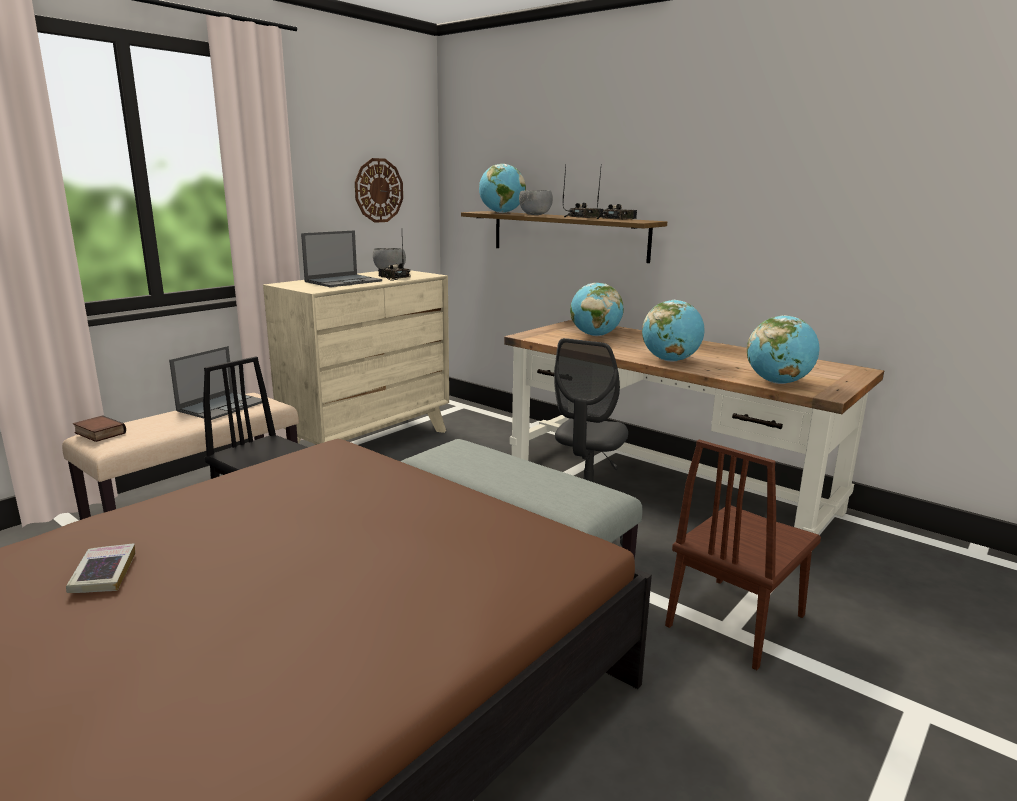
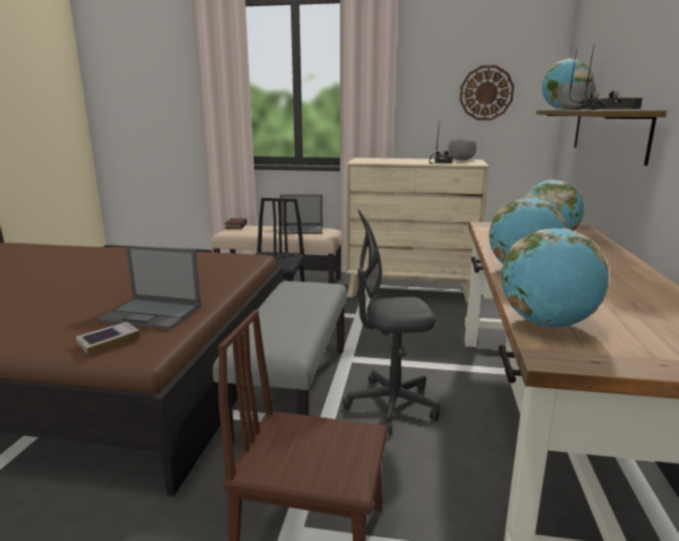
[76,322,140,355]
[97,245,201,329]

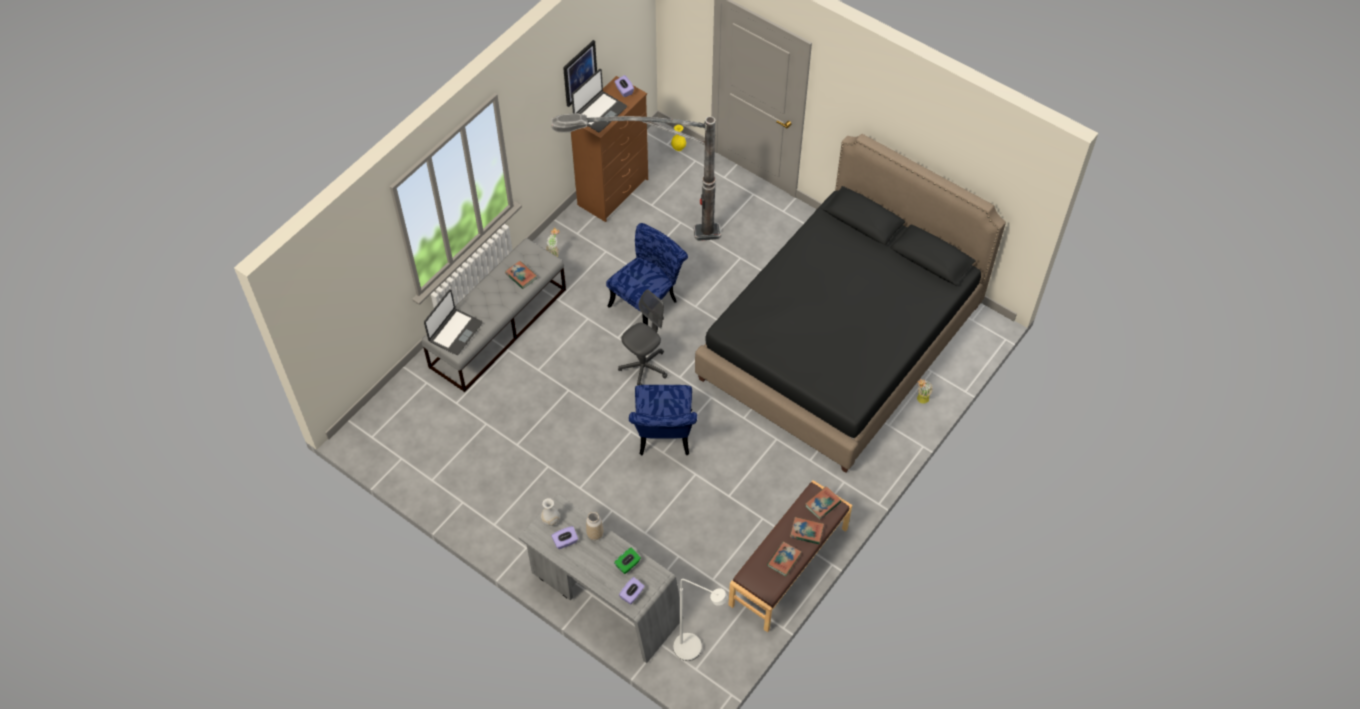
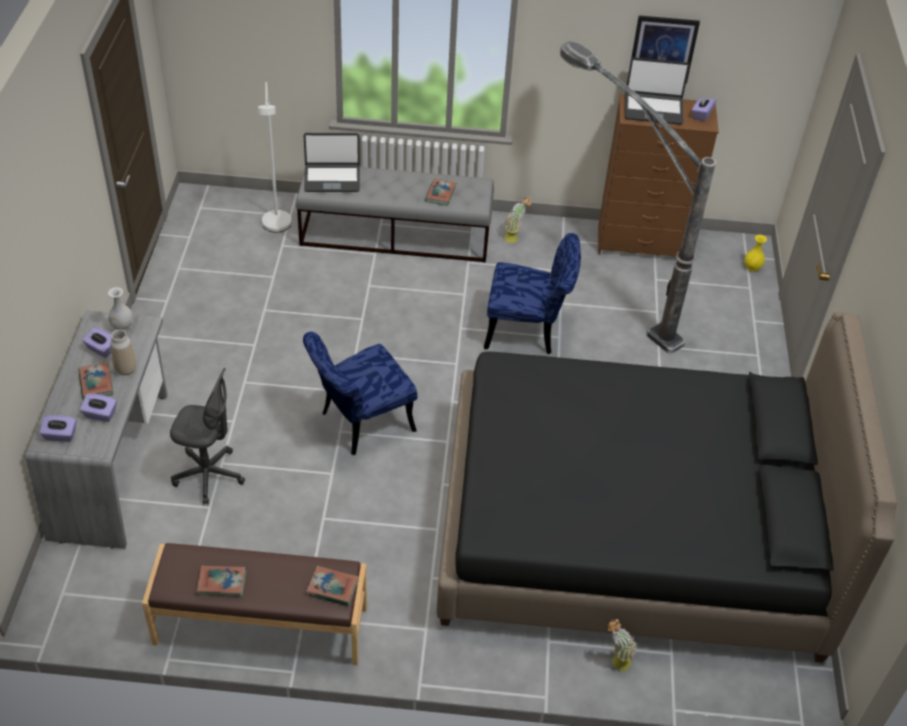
[78,362,113,400]
[80,393,117,422]
[170,368,245,505]
[258,82,292,233]

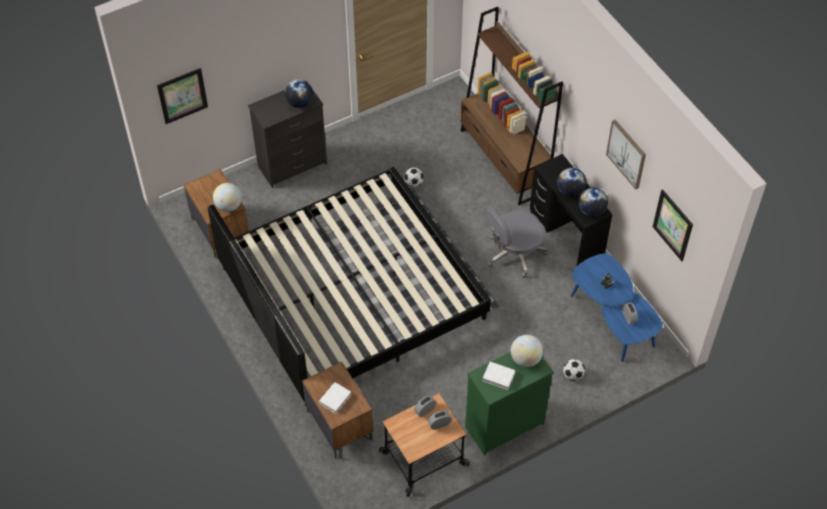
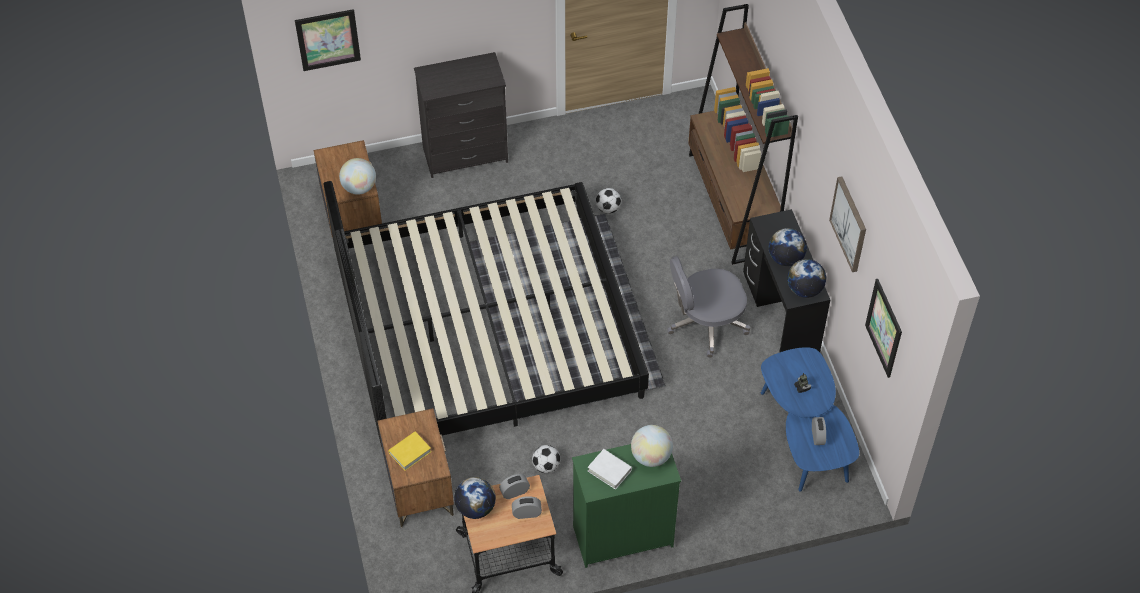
[388,432,431,471]
[454,477,496,519]
[532,445,560,473]

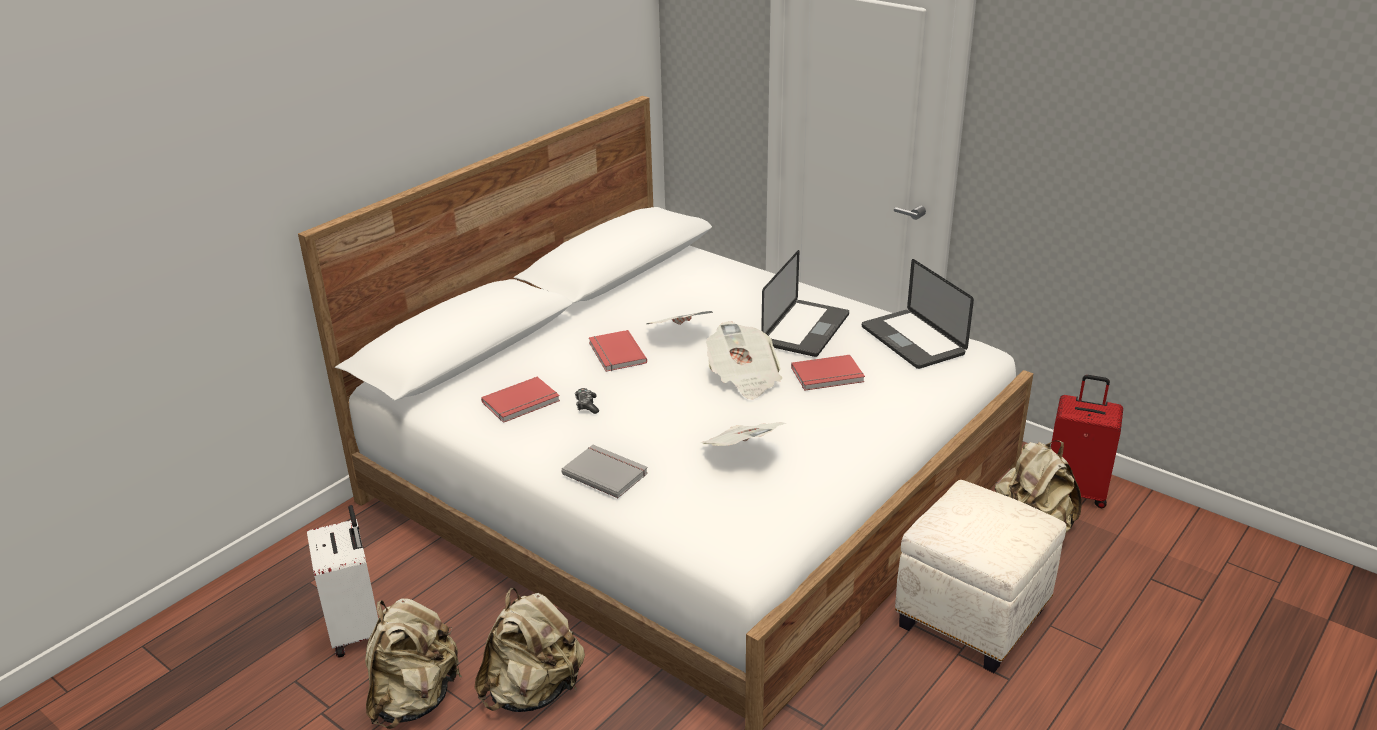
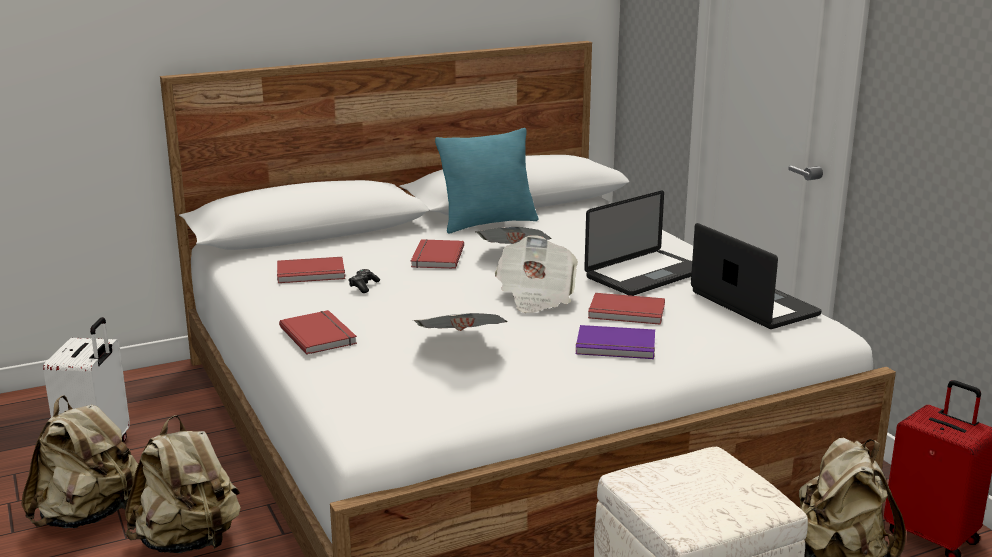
[279,310,357,355]
[435,128,538,234]
[576,325,655,359]
[691,223,822,329]

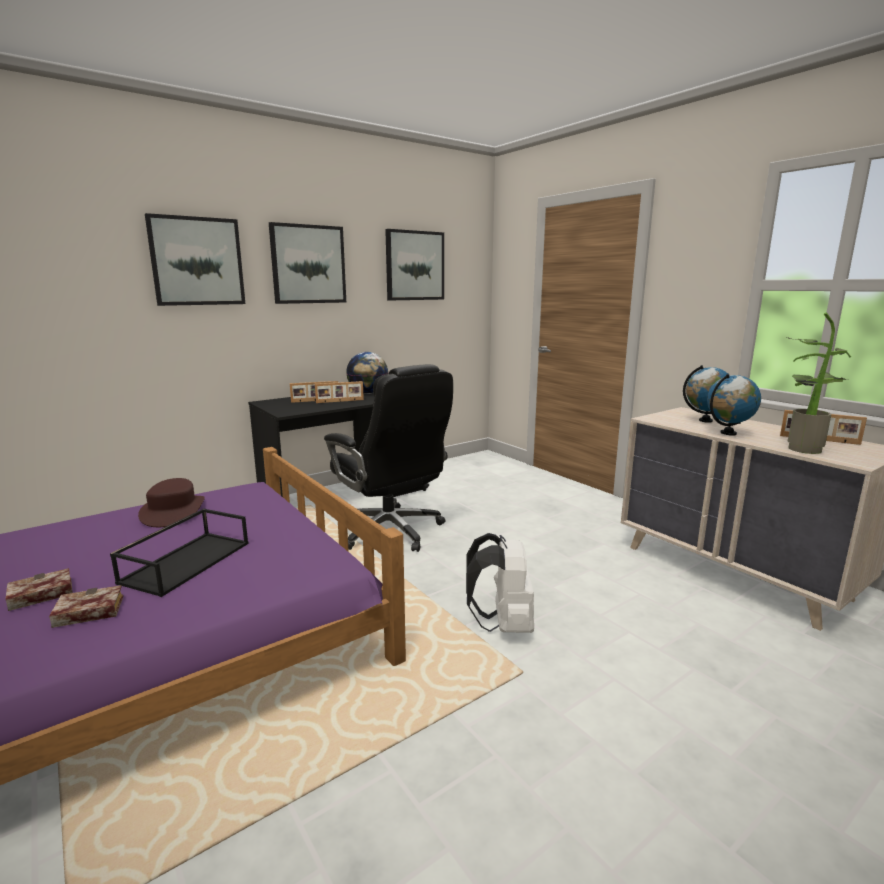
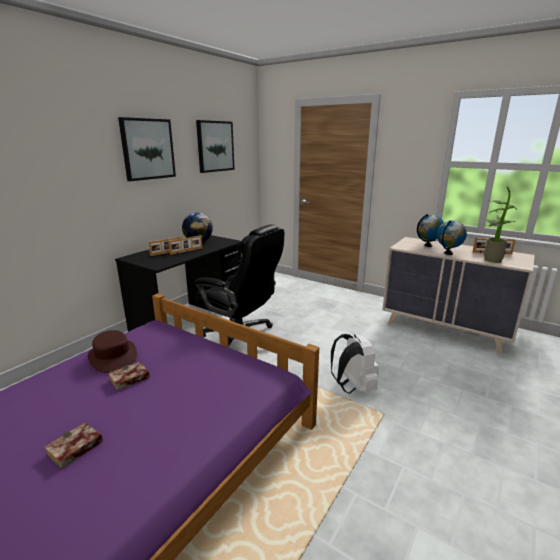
[108,362,150,391]
[110,509,249,597] (first image)
[145,213,245,306] (first image)

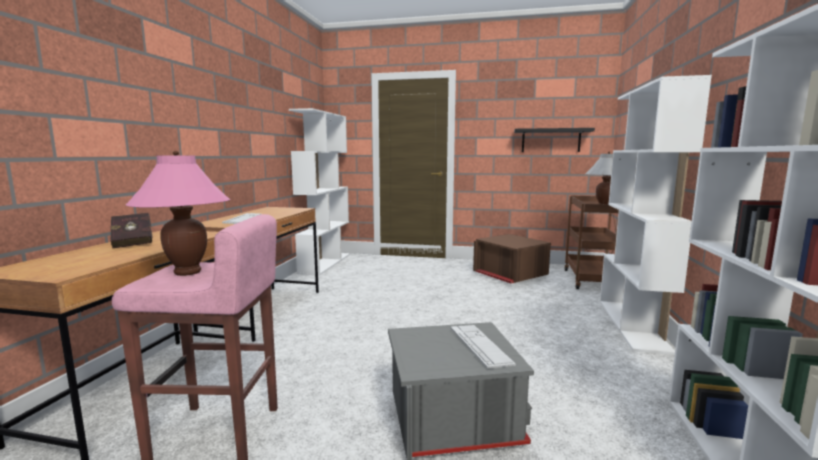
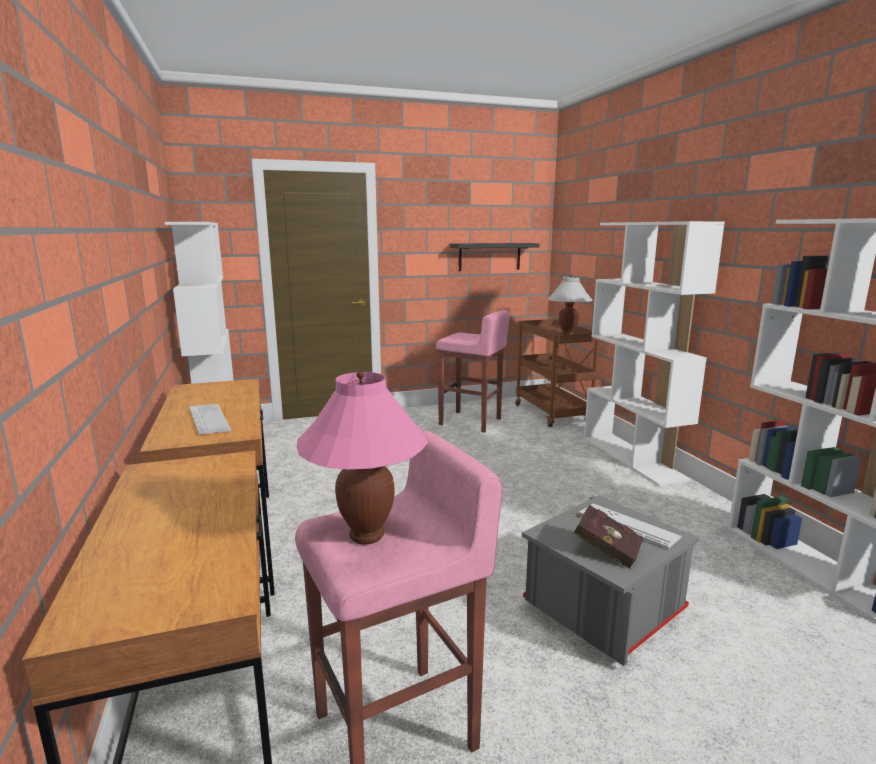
[436,310,510,433]
[573,505,643,569]

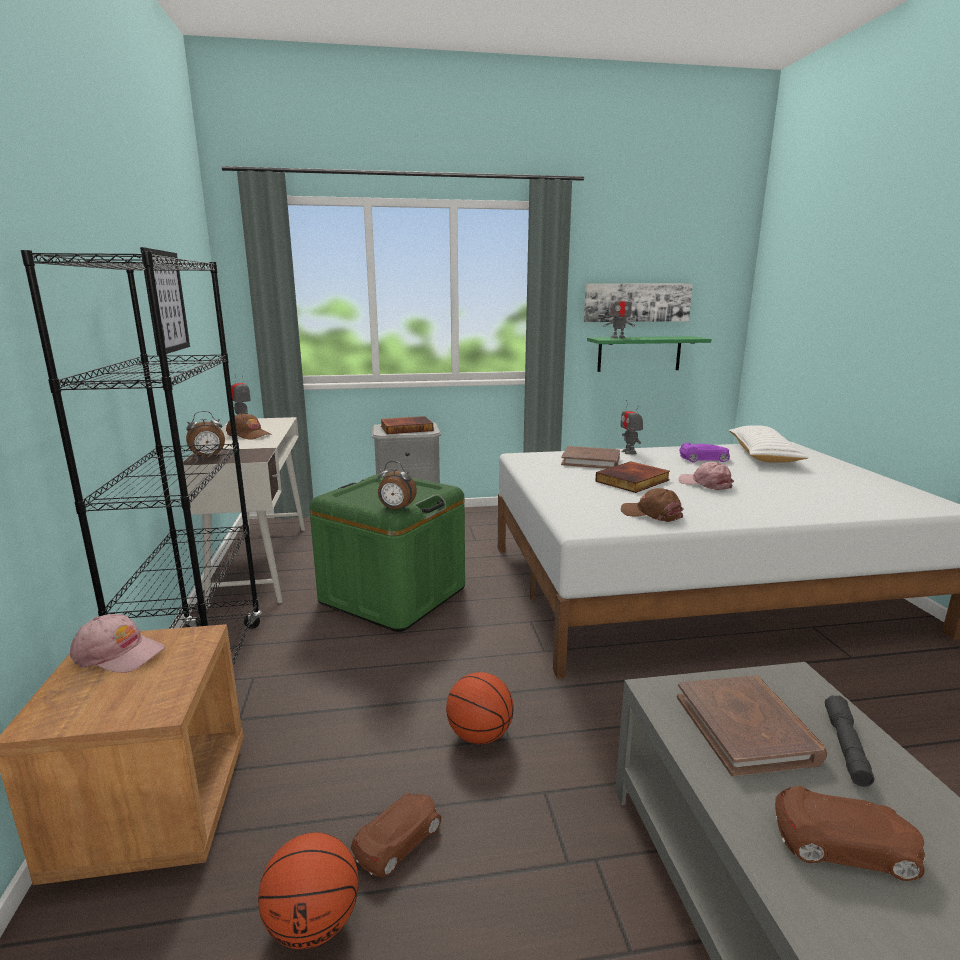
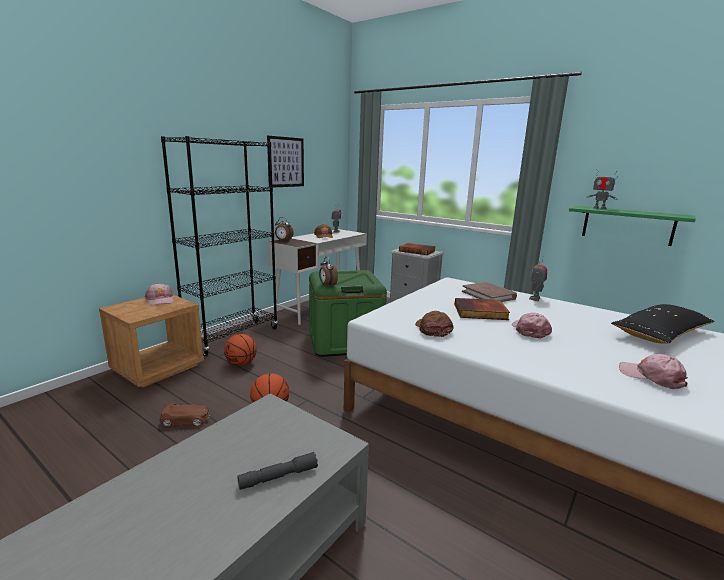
[224,334,257,366]
[611,304,715,344]
[619,354,688,389]
[584,283,693,322] (first image)
[677,675,827,776] (first image)
[679,442,730,462] (first image)
[775,786,925,881] (first image)

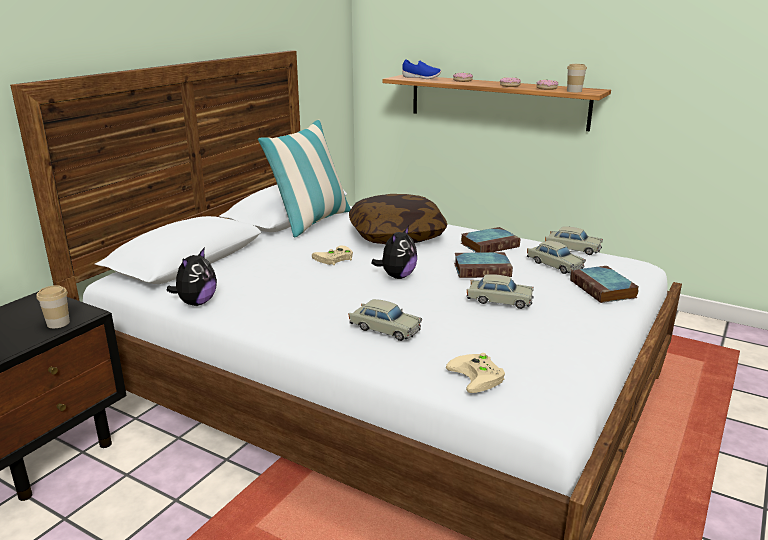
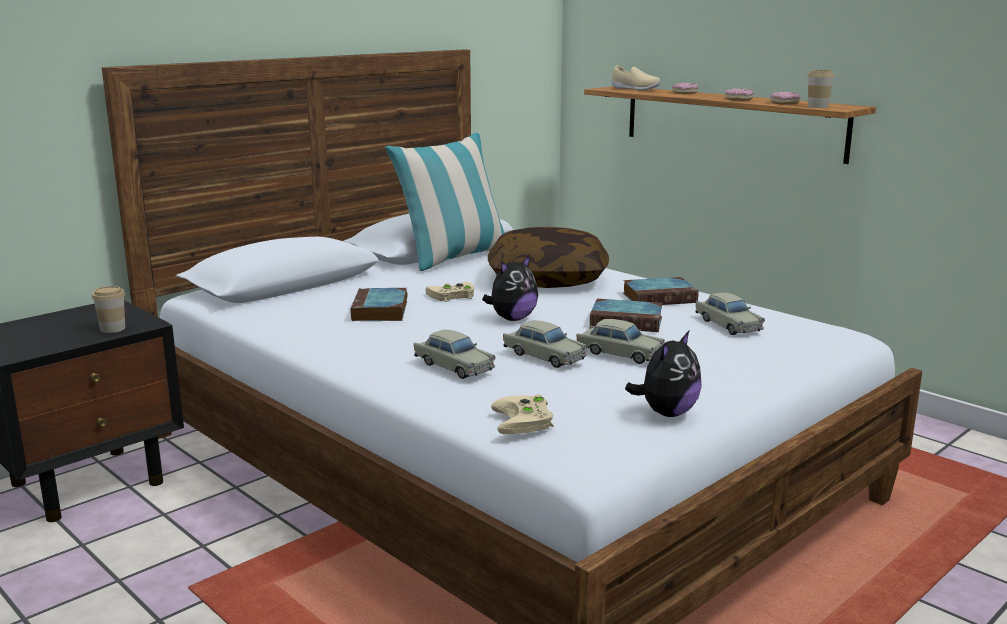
[350,288,408,321]
[503,320,587,368]
[612,65,661,91]
[625,331,702,417]

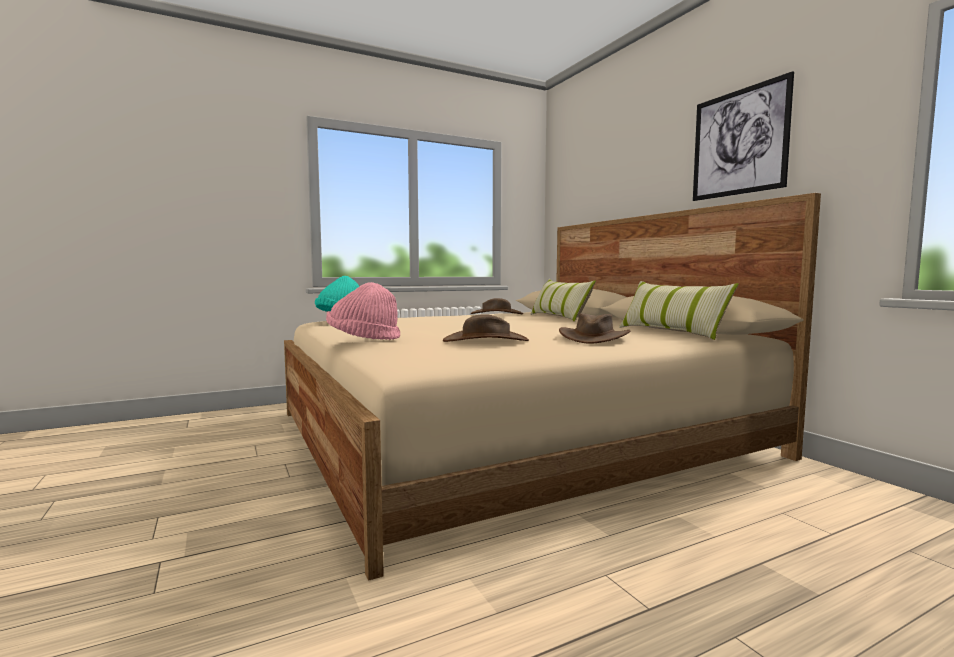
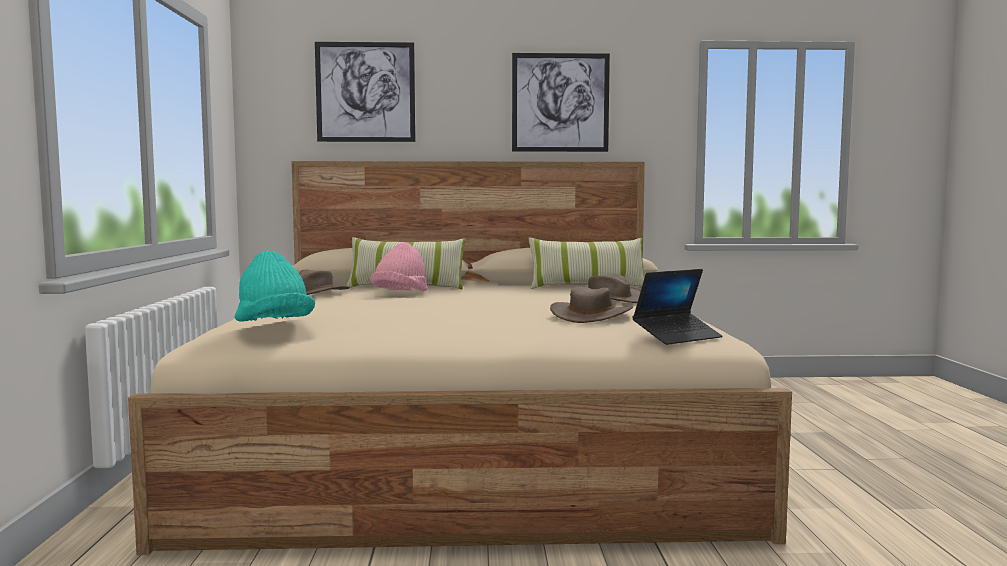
[315,42,415,142]
[370,242,428,291]
[632,269,722,345]

